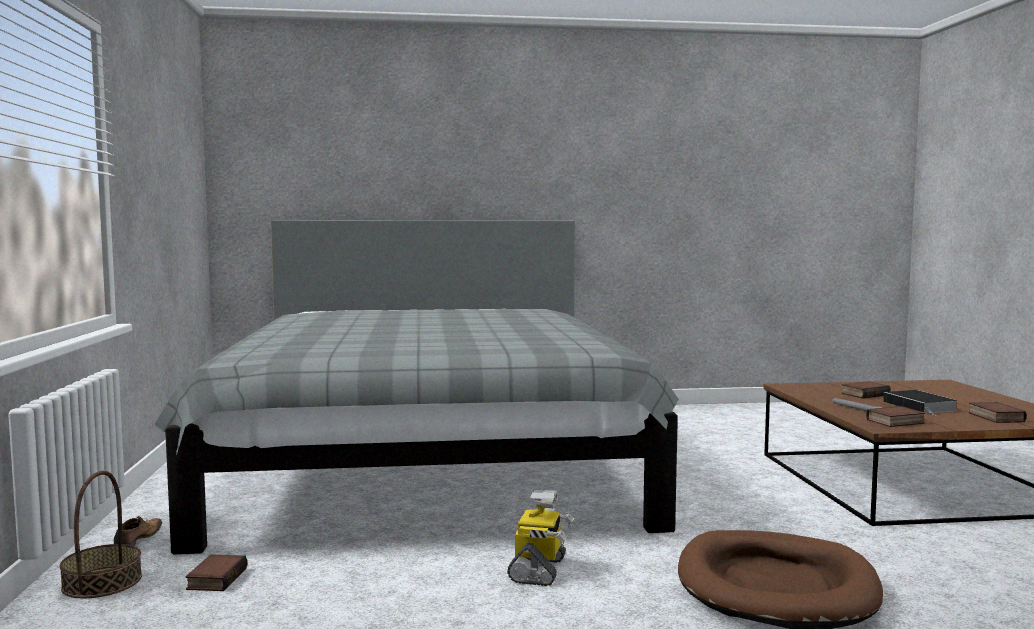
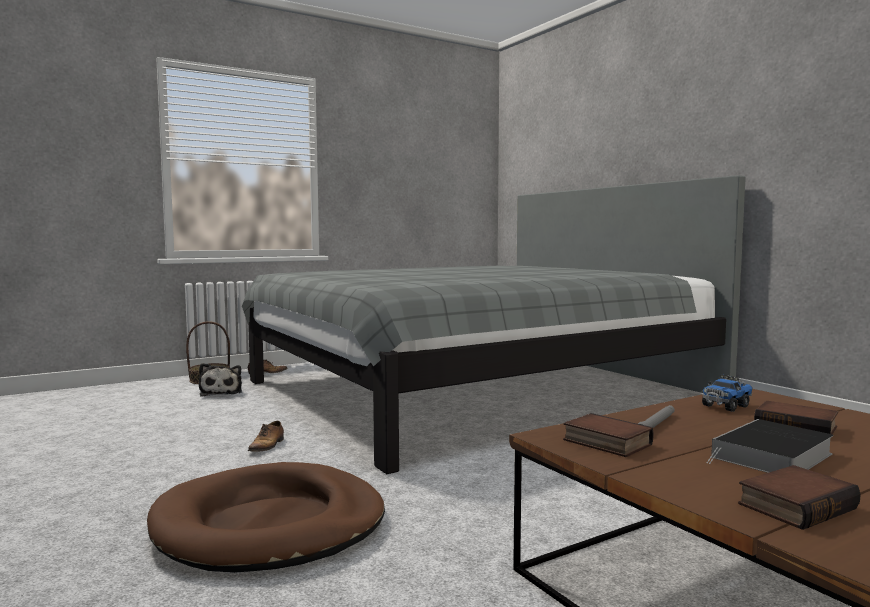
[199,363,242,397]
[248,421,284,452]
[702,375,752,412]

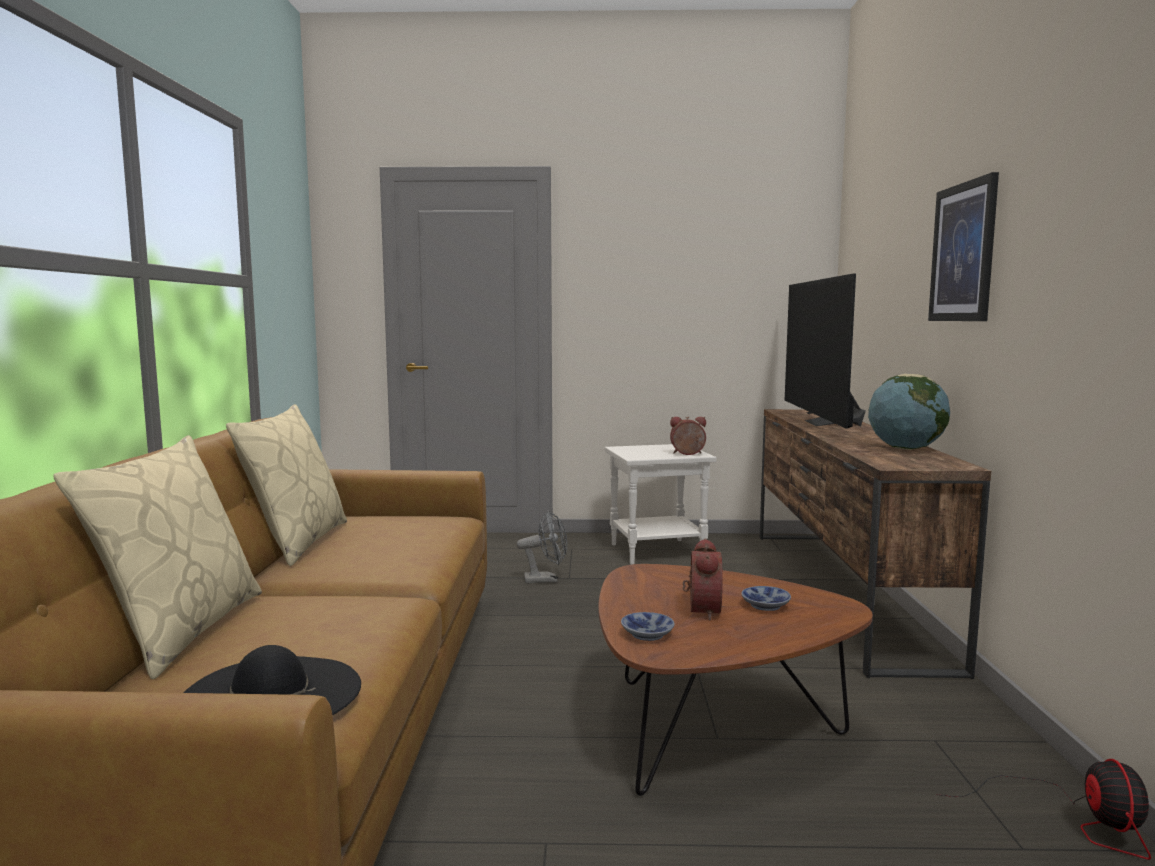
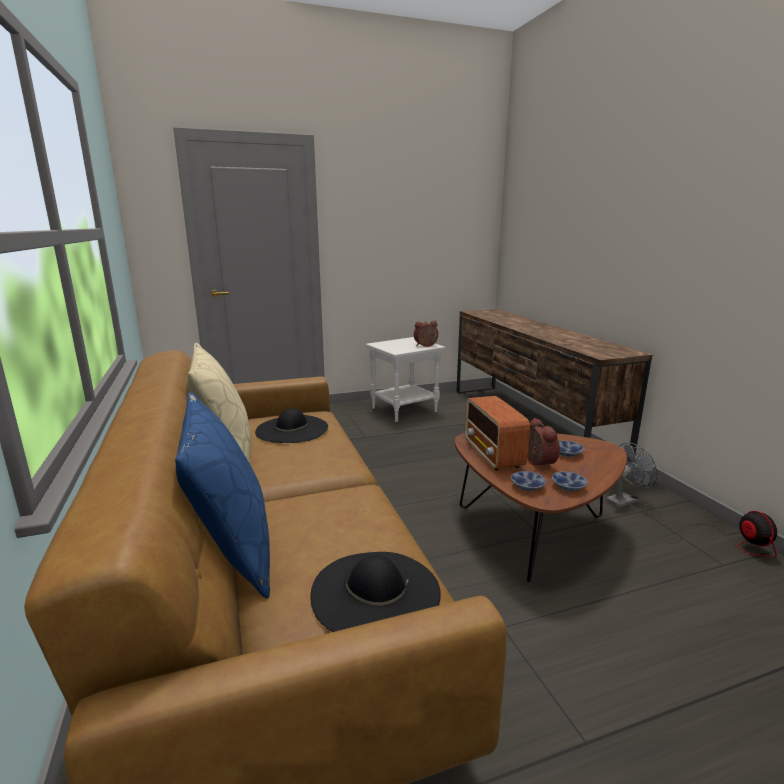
[175,392,270,599]
[255,409,328,443]
[465,396,530,471]
[552,472,587,492]
[606,442,657,508]
[785,273,866,428] (first image)
[868,374,950,450] (first image)
[928,172,999,321] (first image)

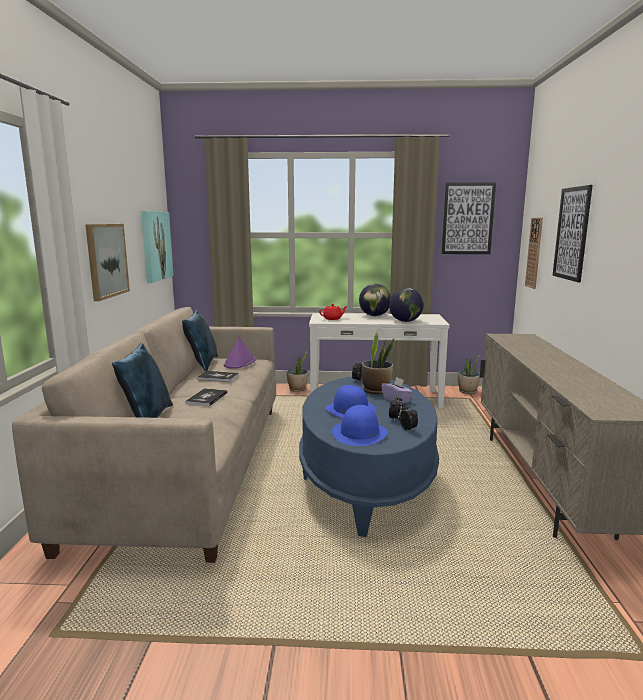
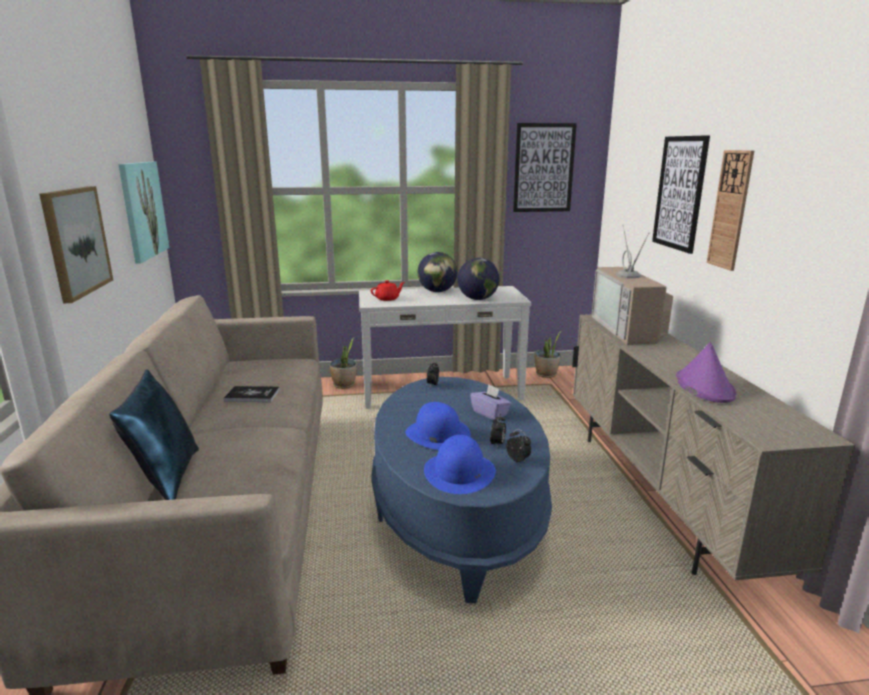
[592,224,673,345]
[676,342,736,403]
[707,150,754,271]
[182,310,218,371] (first image)
[185,388,227,406] (first image)
[362,331,394,394] (first image)

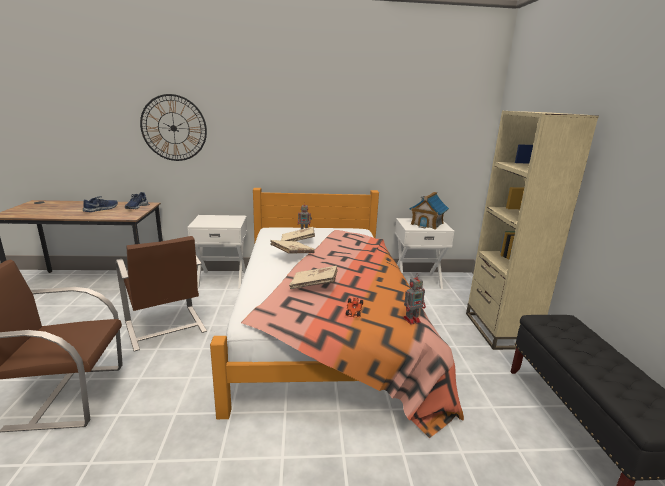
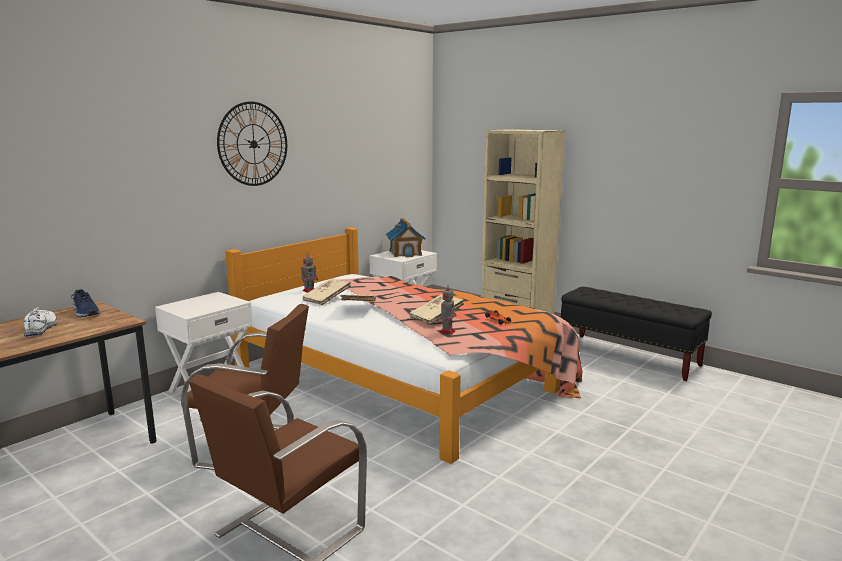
[24,307,57,337]
[217,101,287,186]
[439,286,456,335]

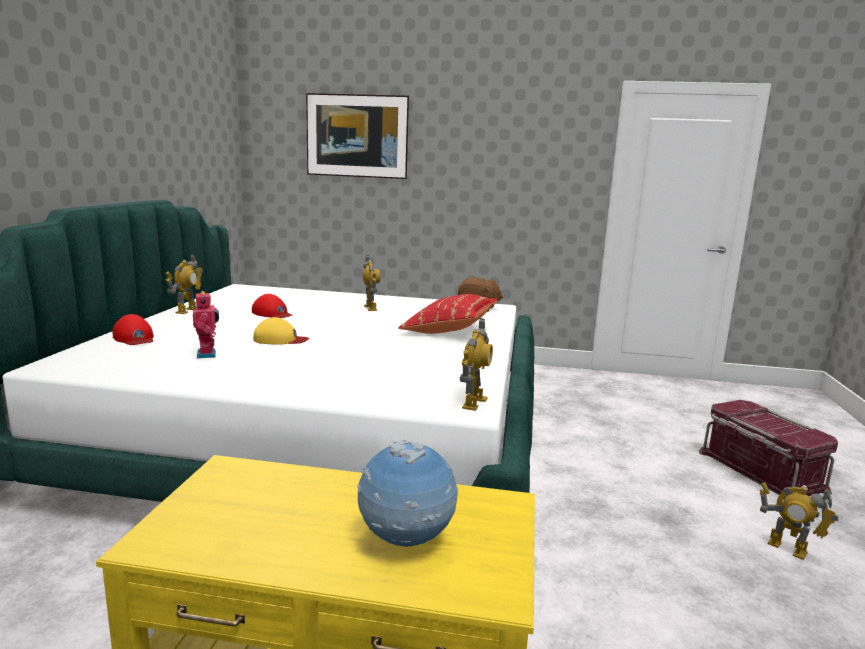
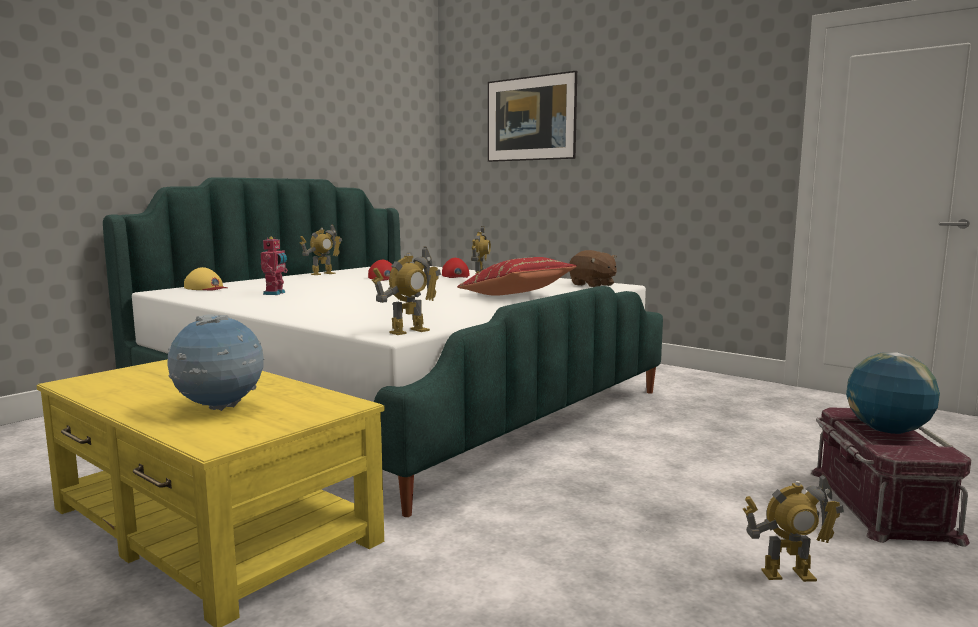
[184,267,228,291]
[442,258,470,278]
[743,474,844,582]
[846,352,940,434]

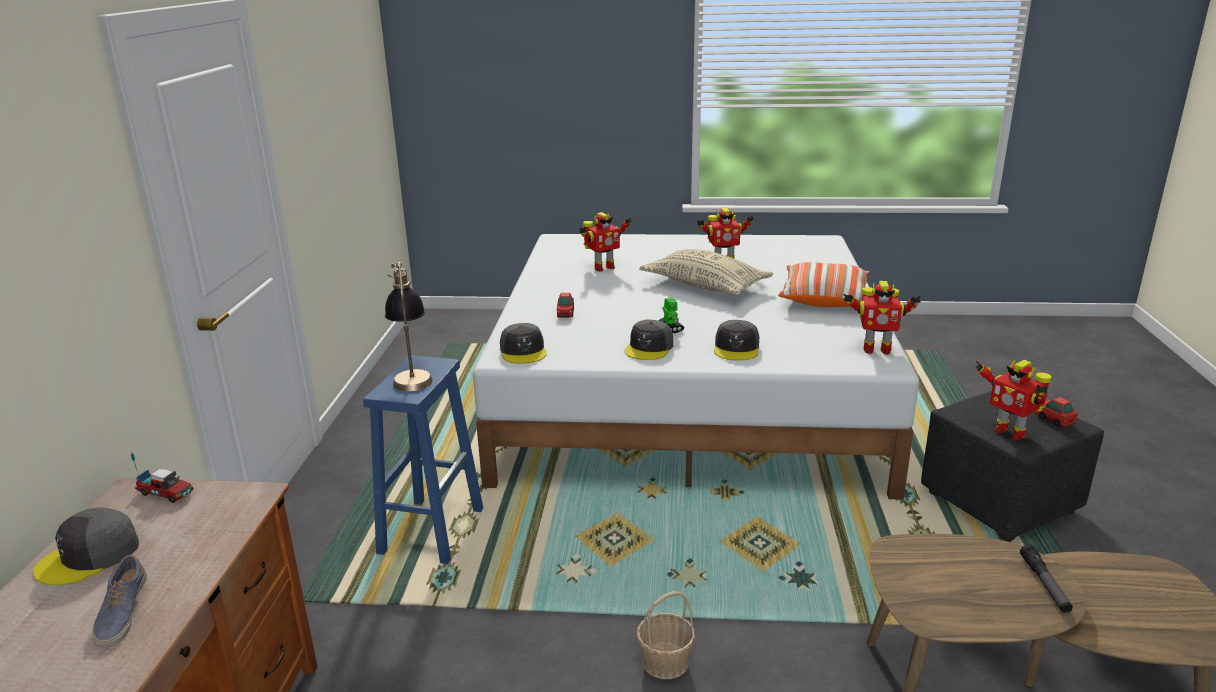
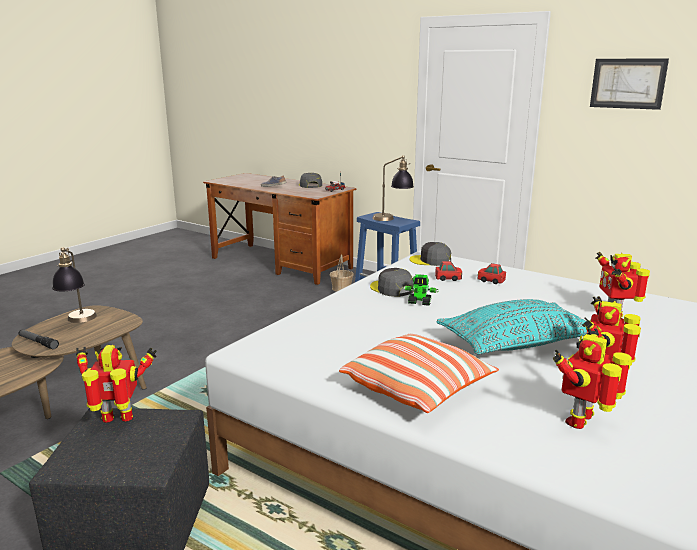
[52,247,97,323]
[330,254,354,292]
[435,261,462,281]
[437,299,587,355]
[553,328,632,429]
[590,58,669,110]
[714,320,759,361] (first image)

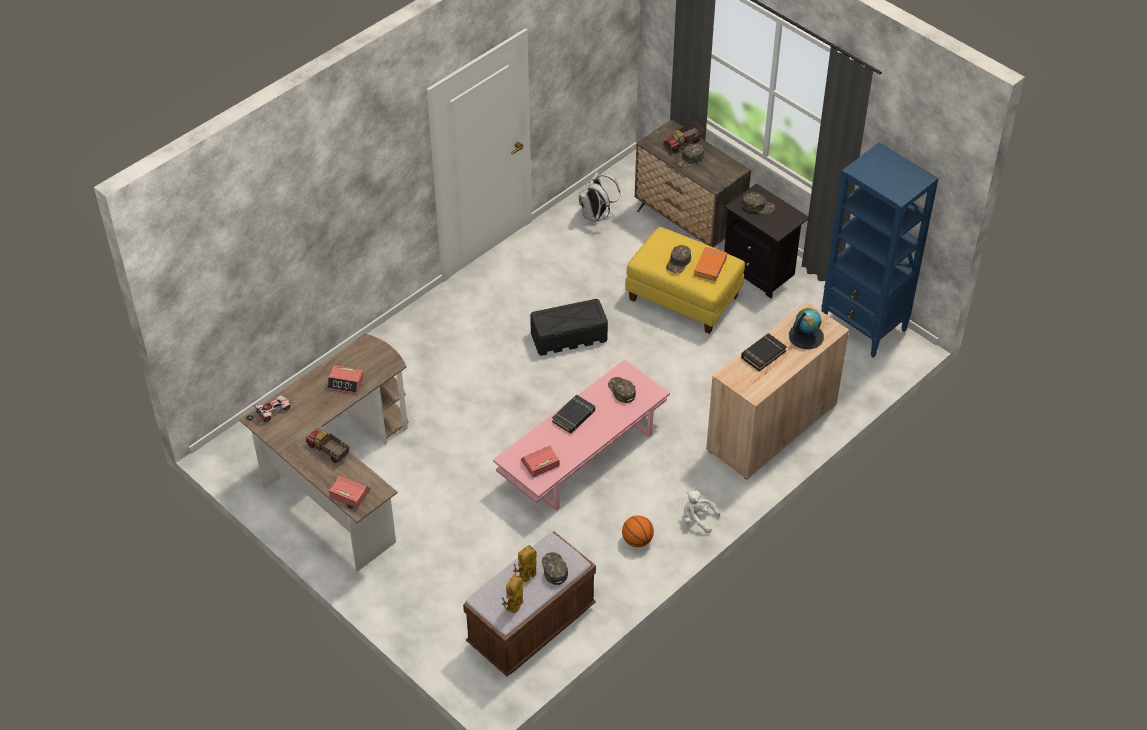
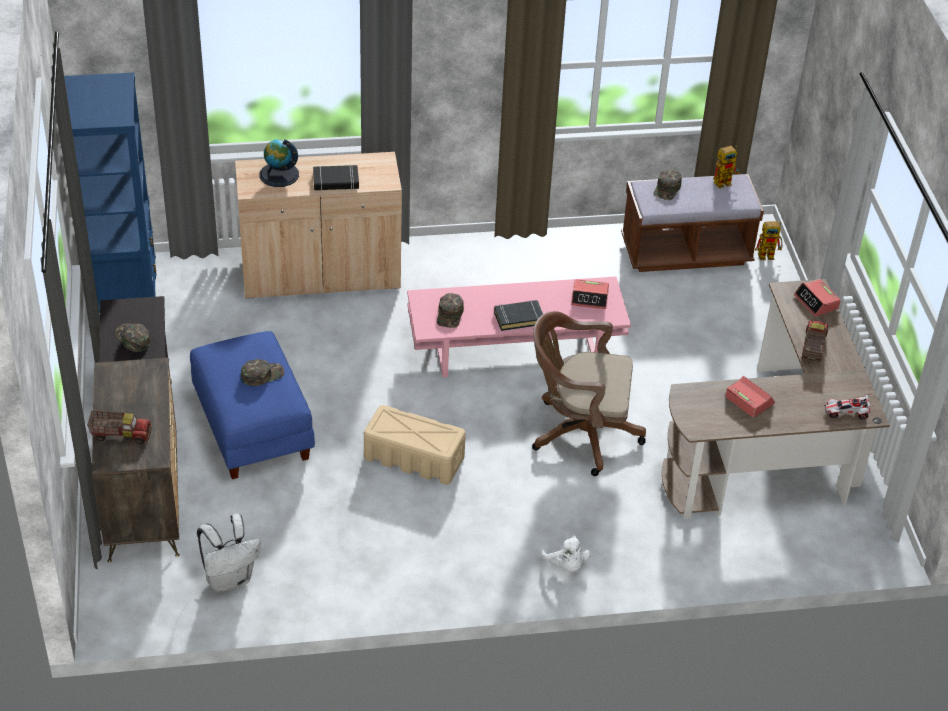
[190,331,315,479]
[364,405,466,485]
[532,311,646,476]
[541,536,591,572]
[755,221,782,260]
[802,320,828,362]
[622,516,654,547] (first image)
[674,143,704,168] (first image)
[694,247,727,281] (first image)

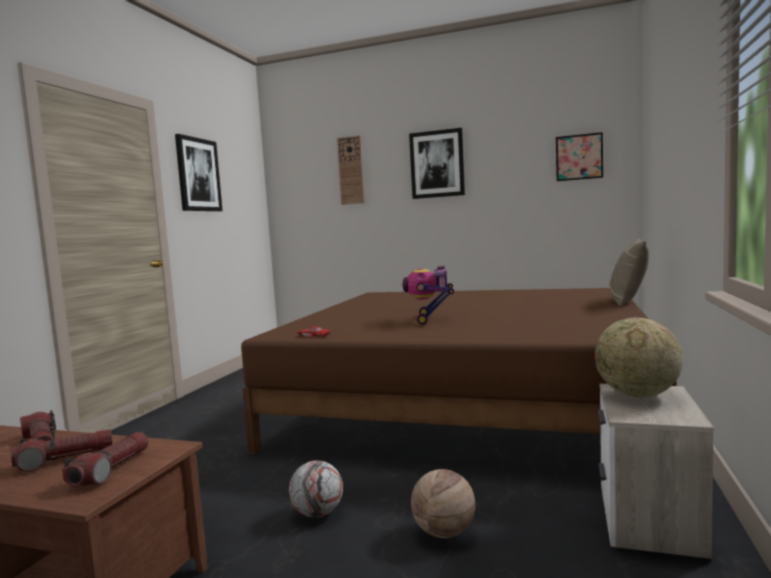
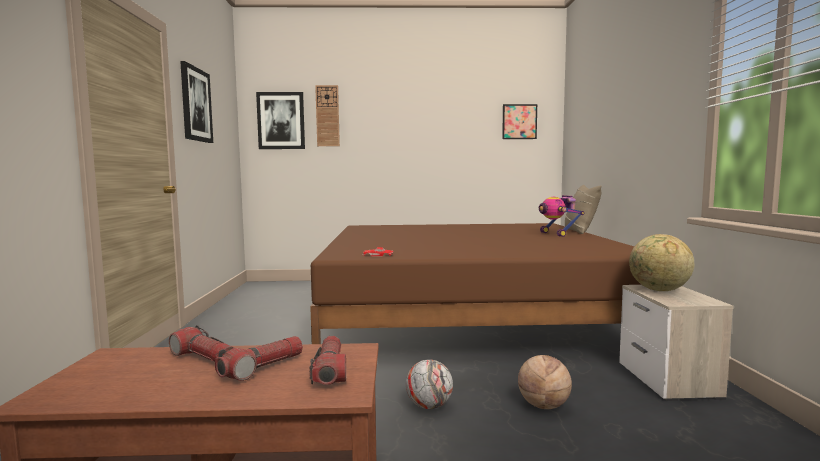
[256,92,305,149]
[539,195,584,237]

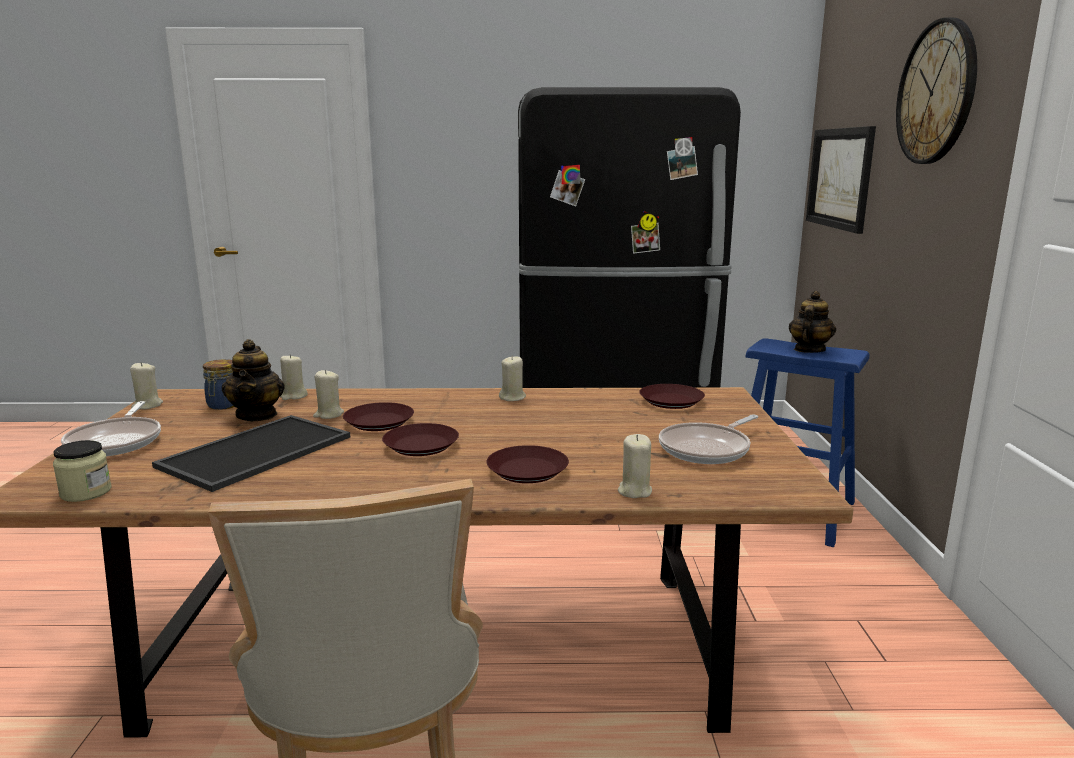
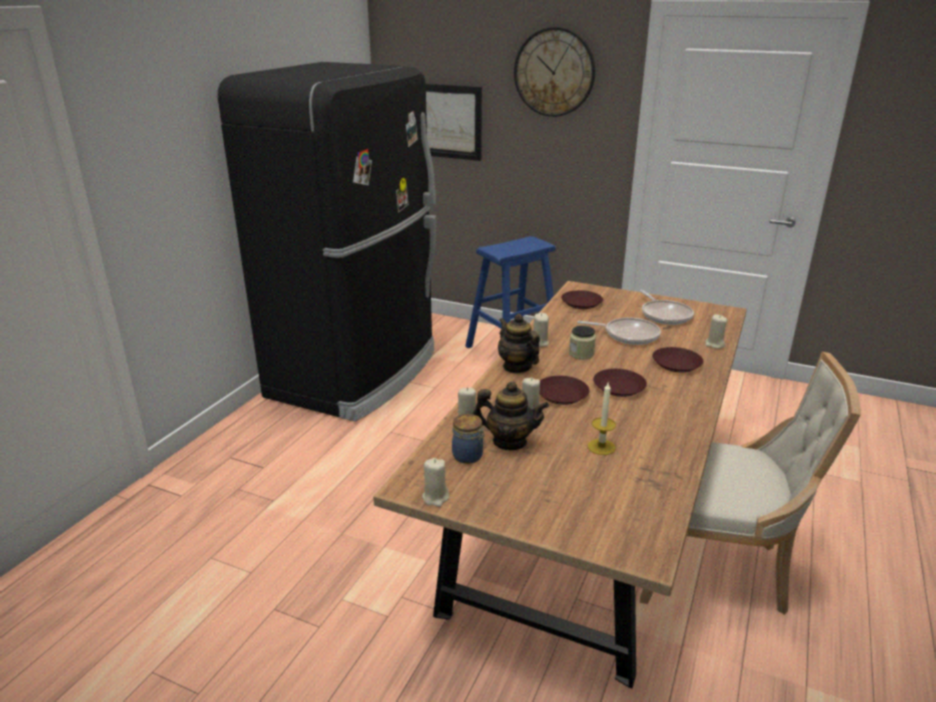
[498,314,540,373]
[569,325,596,359]
[577,317,661,345]
[588,381,616,455]

